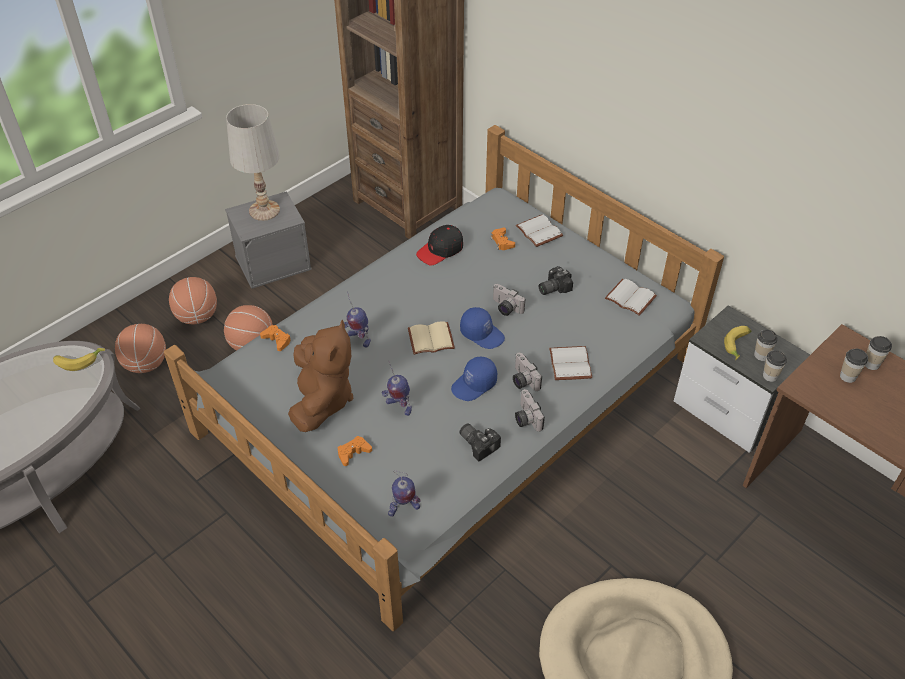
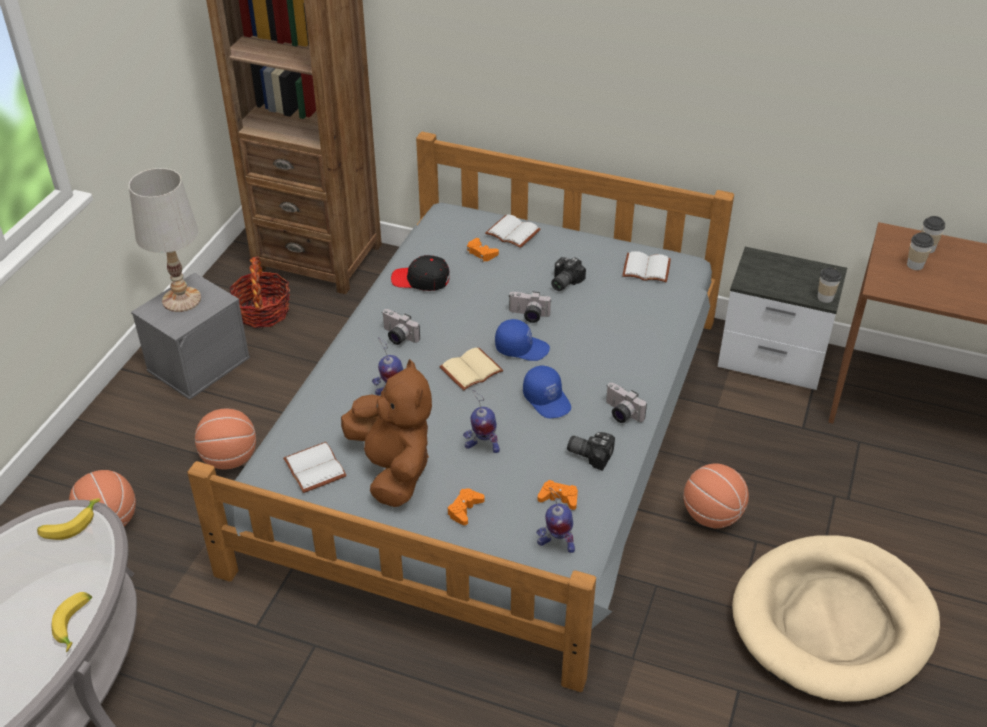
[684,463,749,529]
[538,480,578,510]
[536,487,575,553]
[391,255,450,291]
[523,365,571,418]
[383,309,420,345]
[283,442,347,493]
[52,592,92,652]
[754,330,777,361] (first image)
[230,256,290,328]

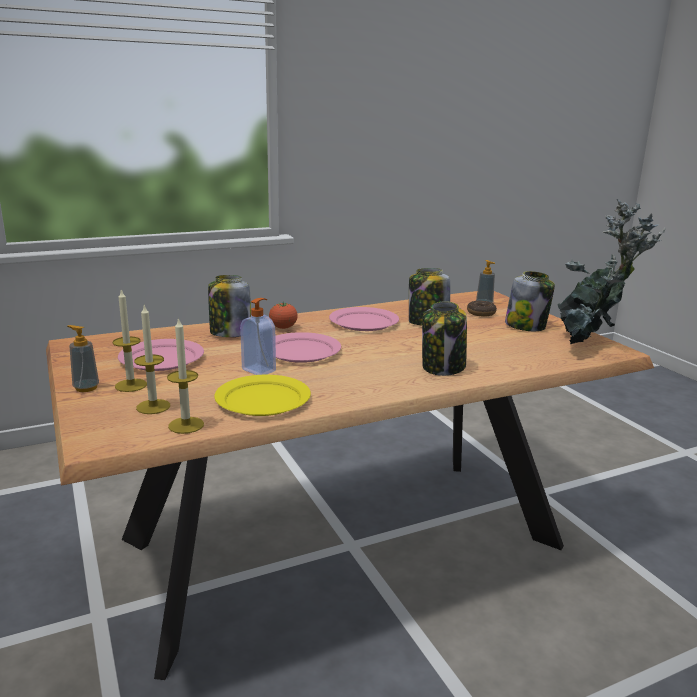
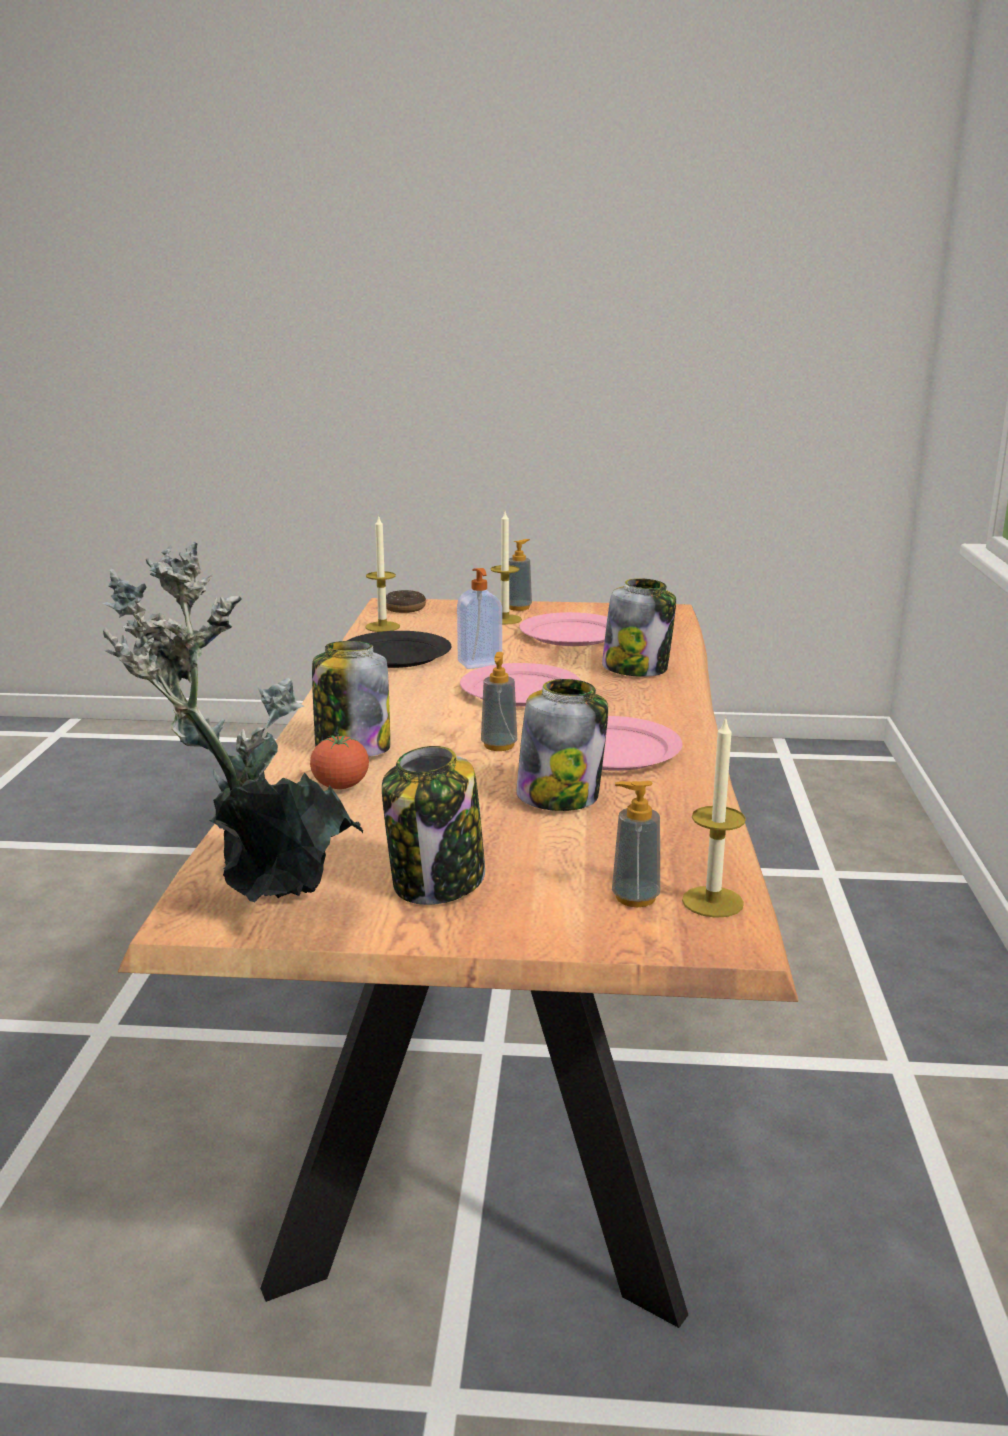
[682,716,746,918]
[347,631,451,668]
[310,734,369,789]
[386,590,426,613]
[481,652,517,751]

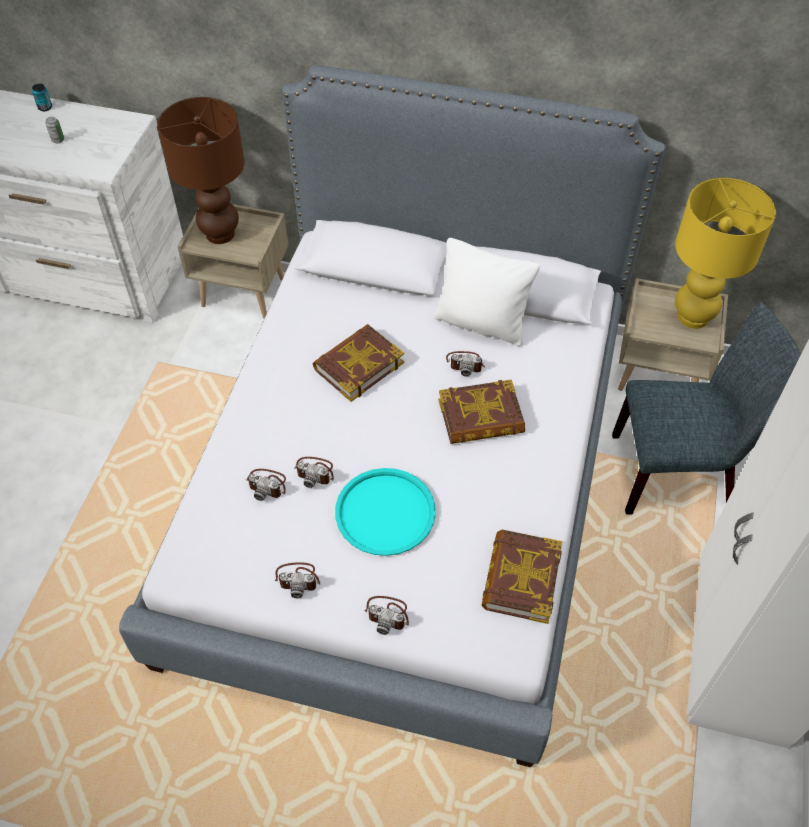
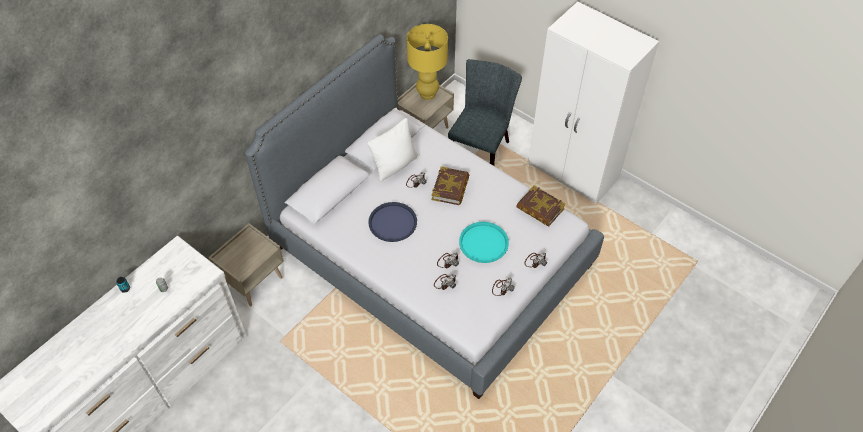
[157,97,245,244] (first image)
[368,202,417,242]

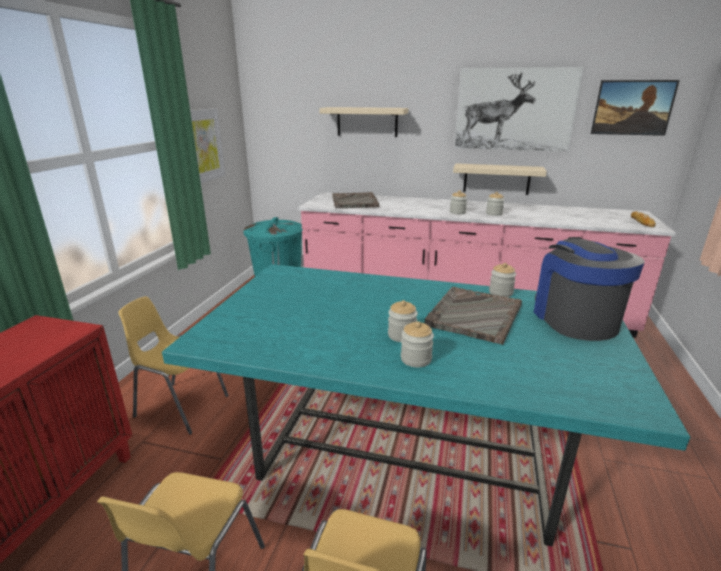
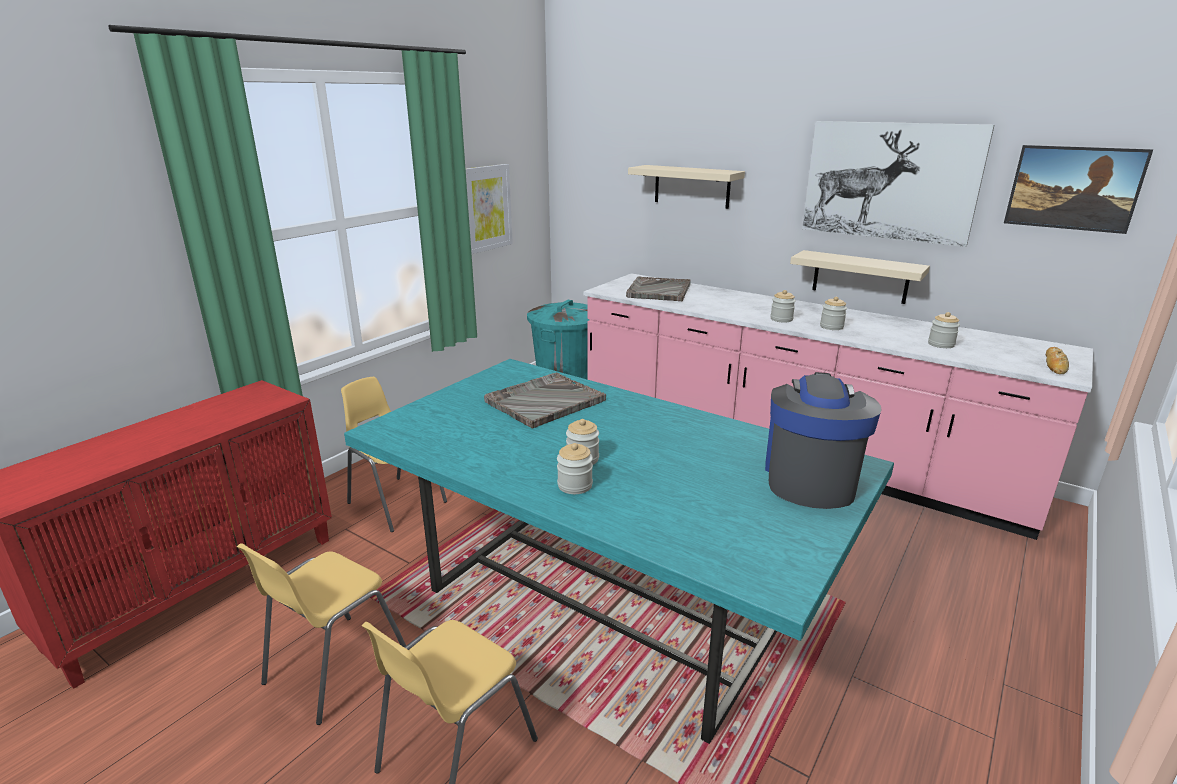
[484,373,606,429]
[928,312,960,348]

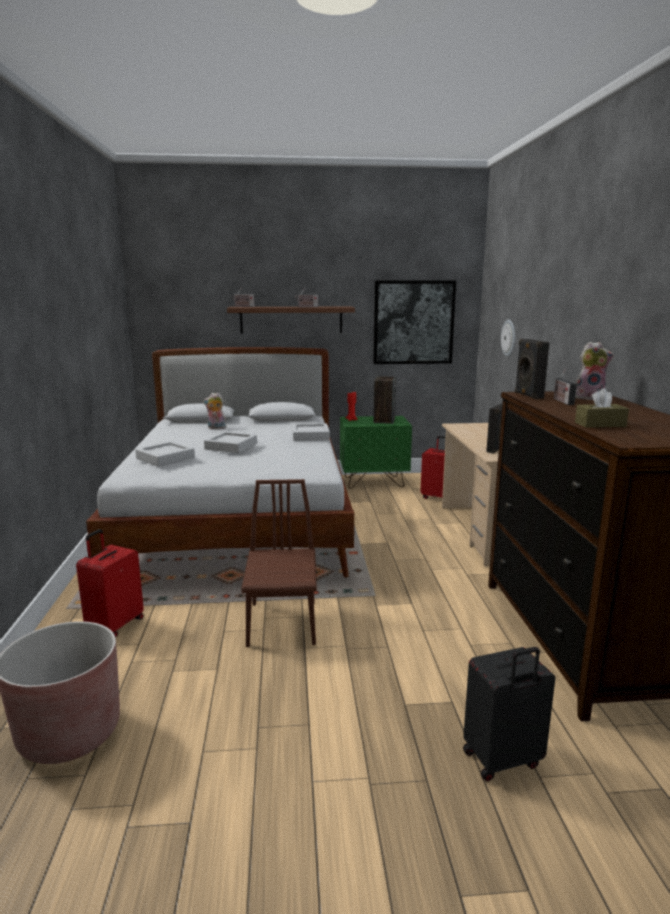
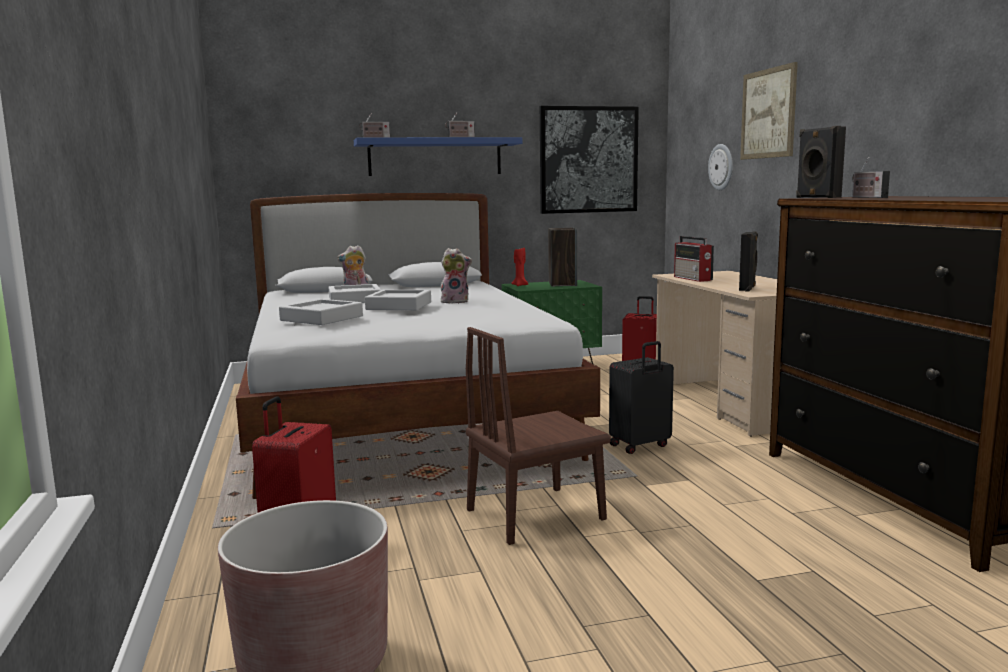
[354,137,522,176]
[466,327,611,545]
[328,284,381,303]
[609,341,674,454]
[441,248,472,303]
[575,388,629,428] (first image)
[674,236,714,282]
[740,62,798,160]

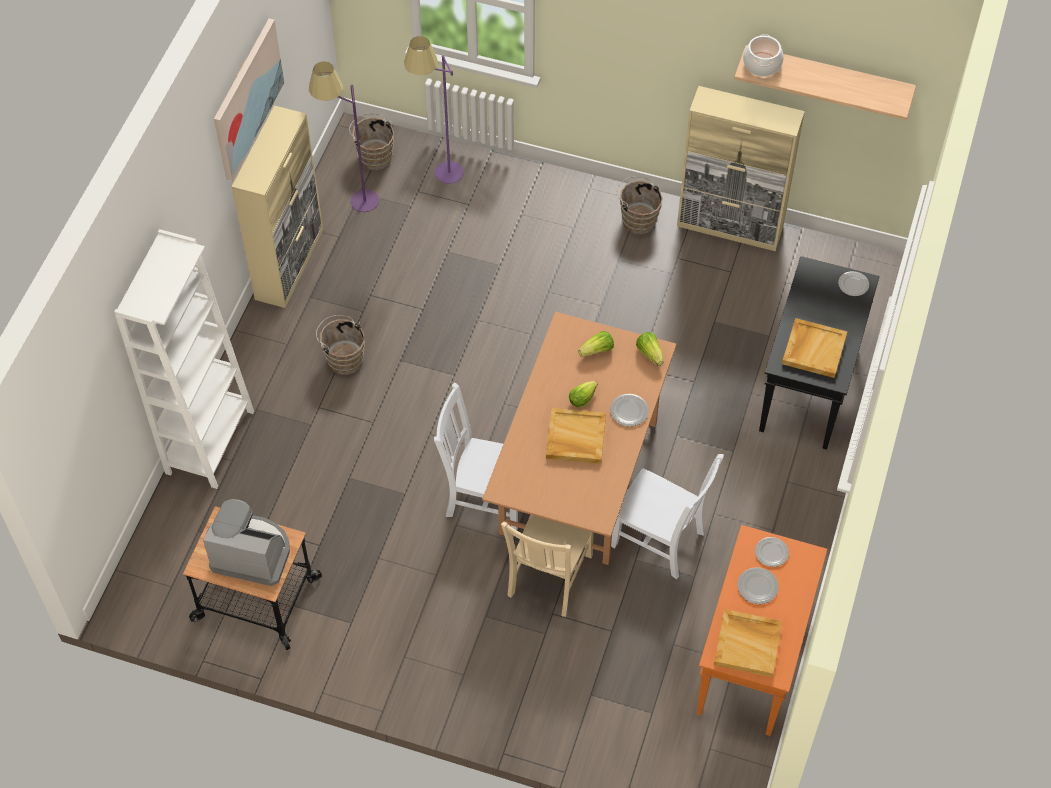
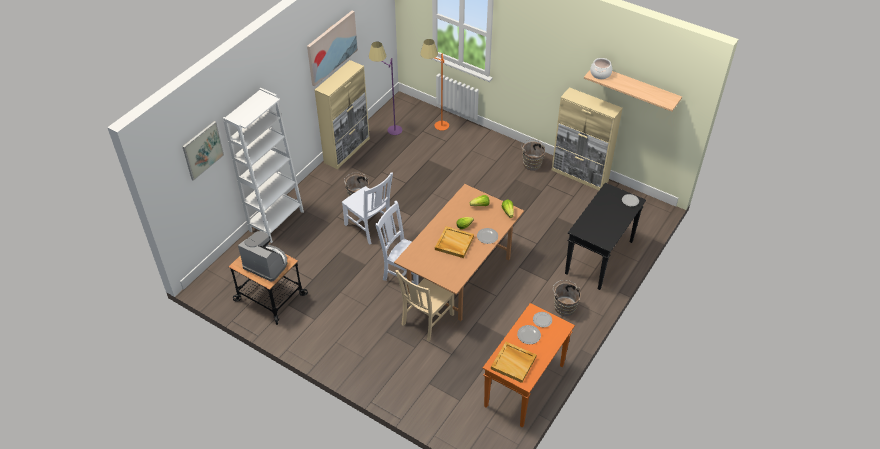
[553,280,581,316]
[420,39,449,131]
[342,172,393,245]
[782,318,847,378] (first image)
[182,121,224,181]

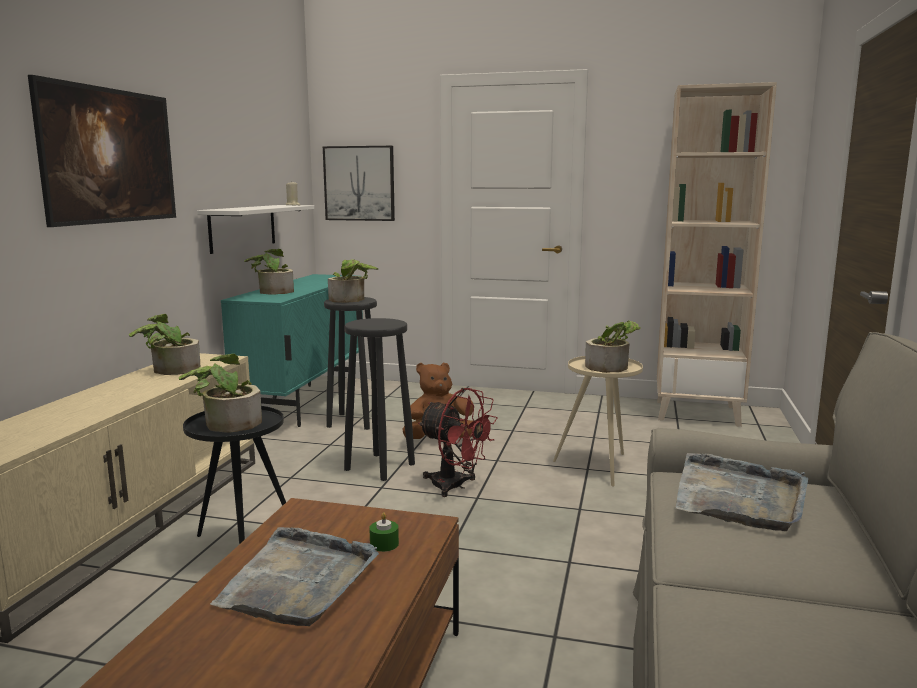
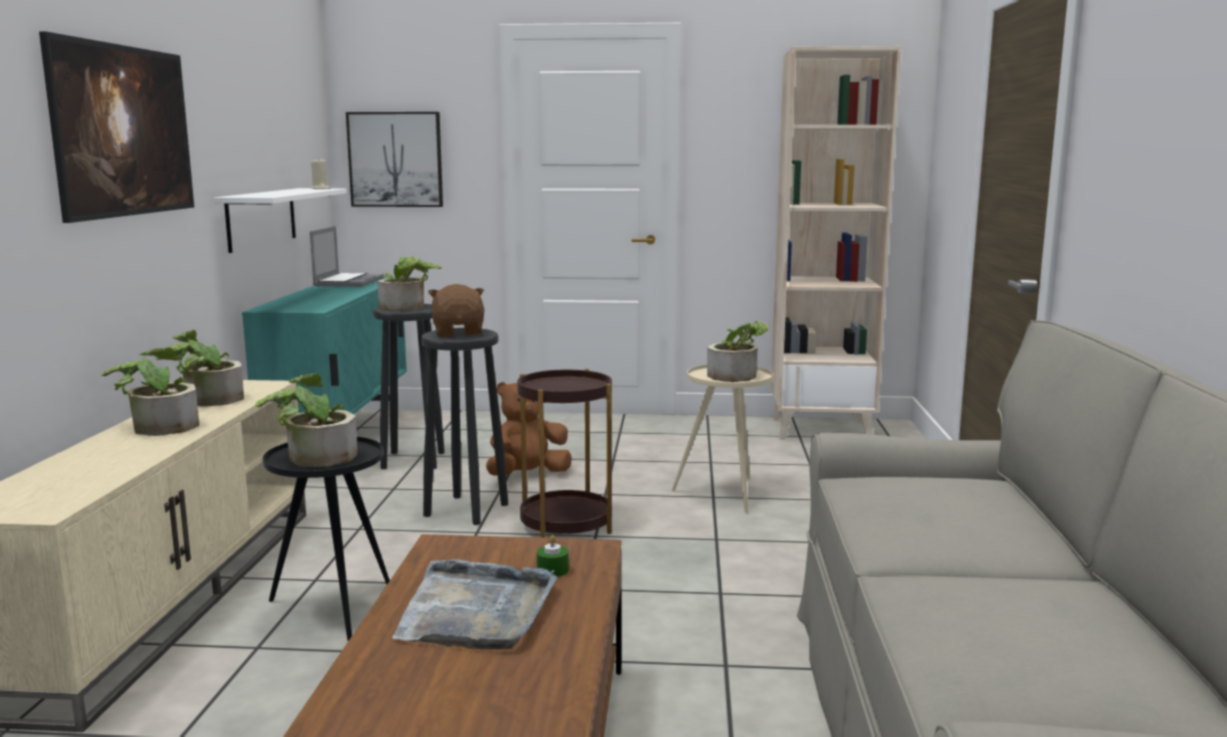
[101,347,199,436]
[517,369,612,538]
[676,453,808,531] (first image)
[310,226,384,287]
[428,284,484,337]

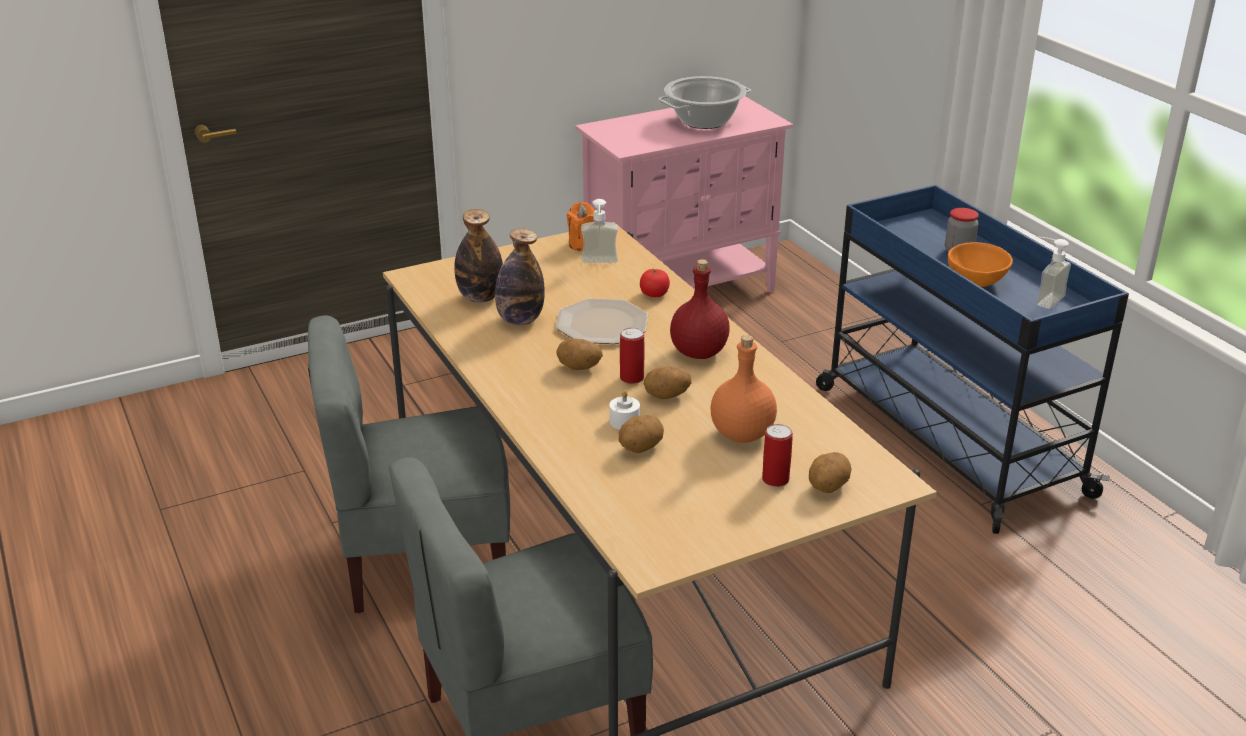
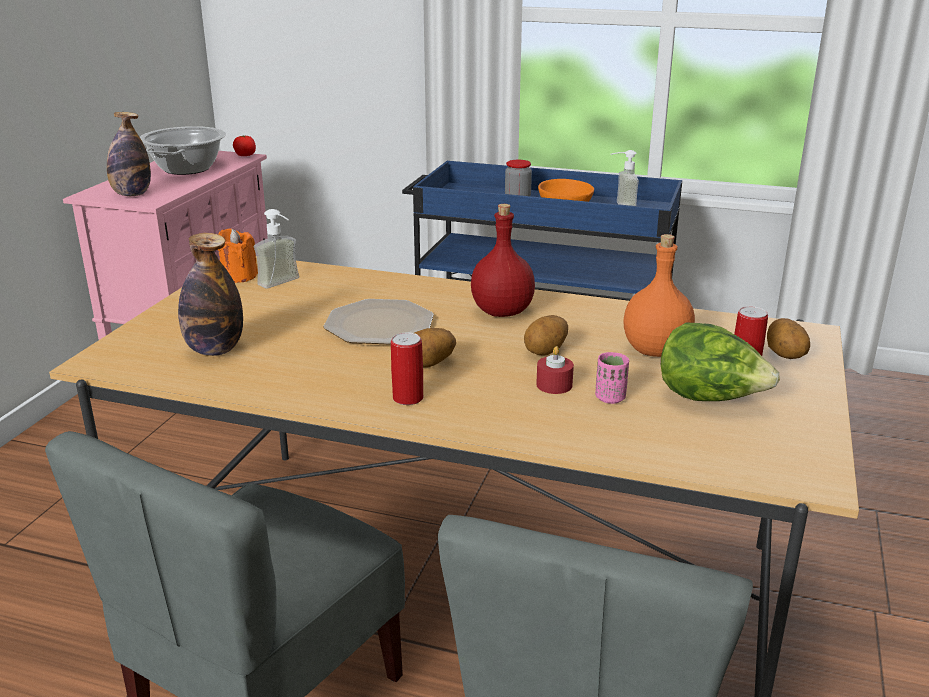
[107,112,151,196]
[536,346,574,394]
[595,352,629,404]
[391,332,423,405]
[233,135,256,156]
[661,323,780,401]

